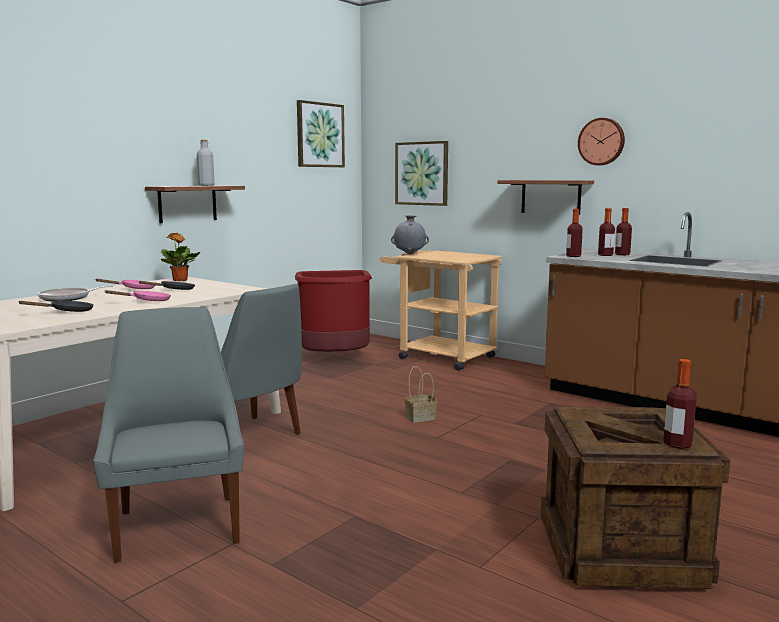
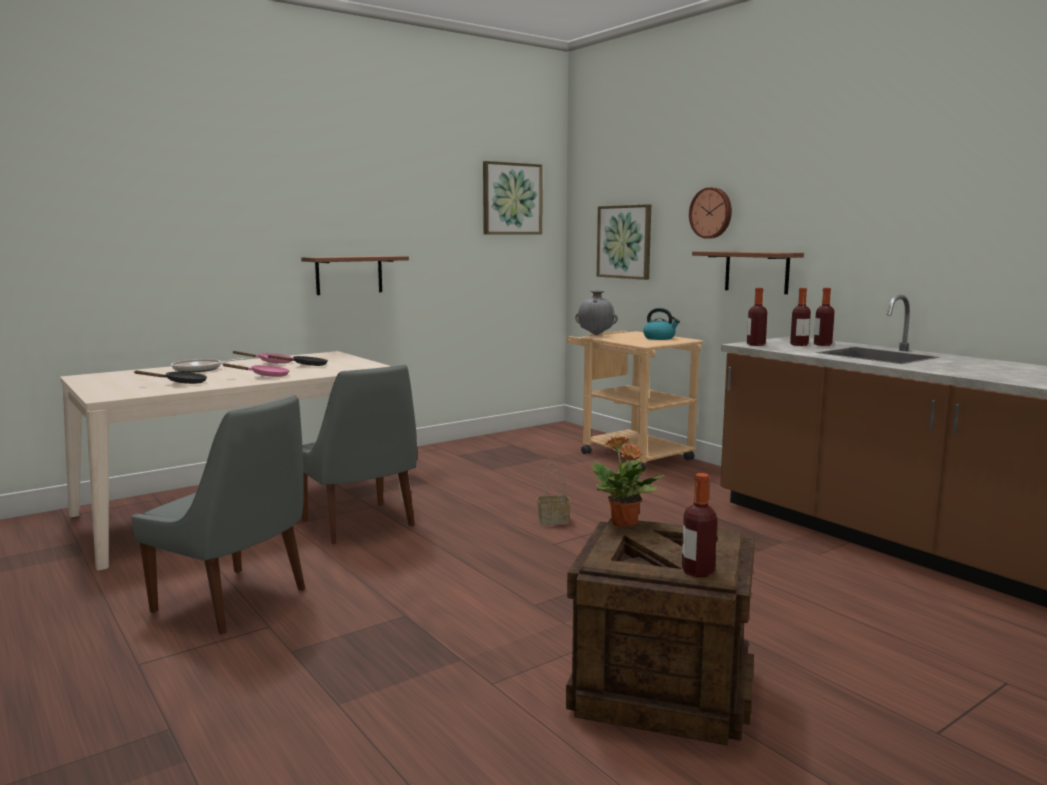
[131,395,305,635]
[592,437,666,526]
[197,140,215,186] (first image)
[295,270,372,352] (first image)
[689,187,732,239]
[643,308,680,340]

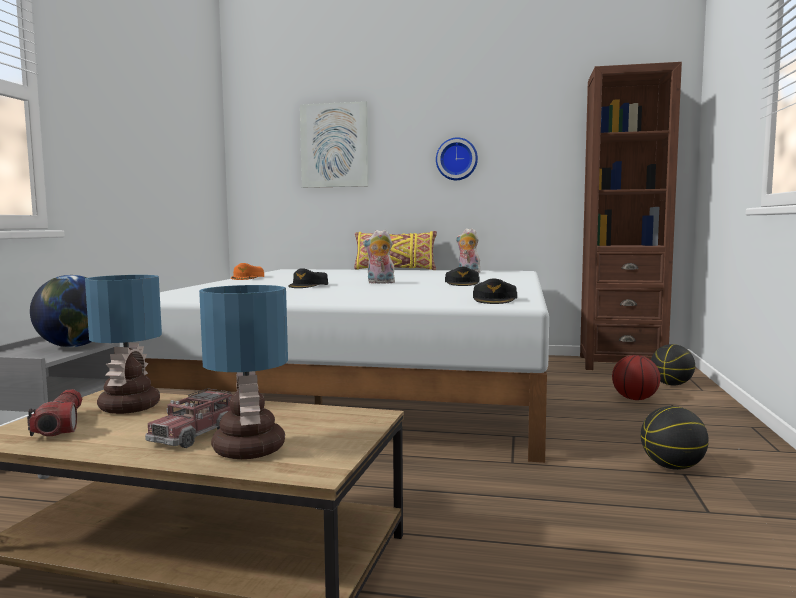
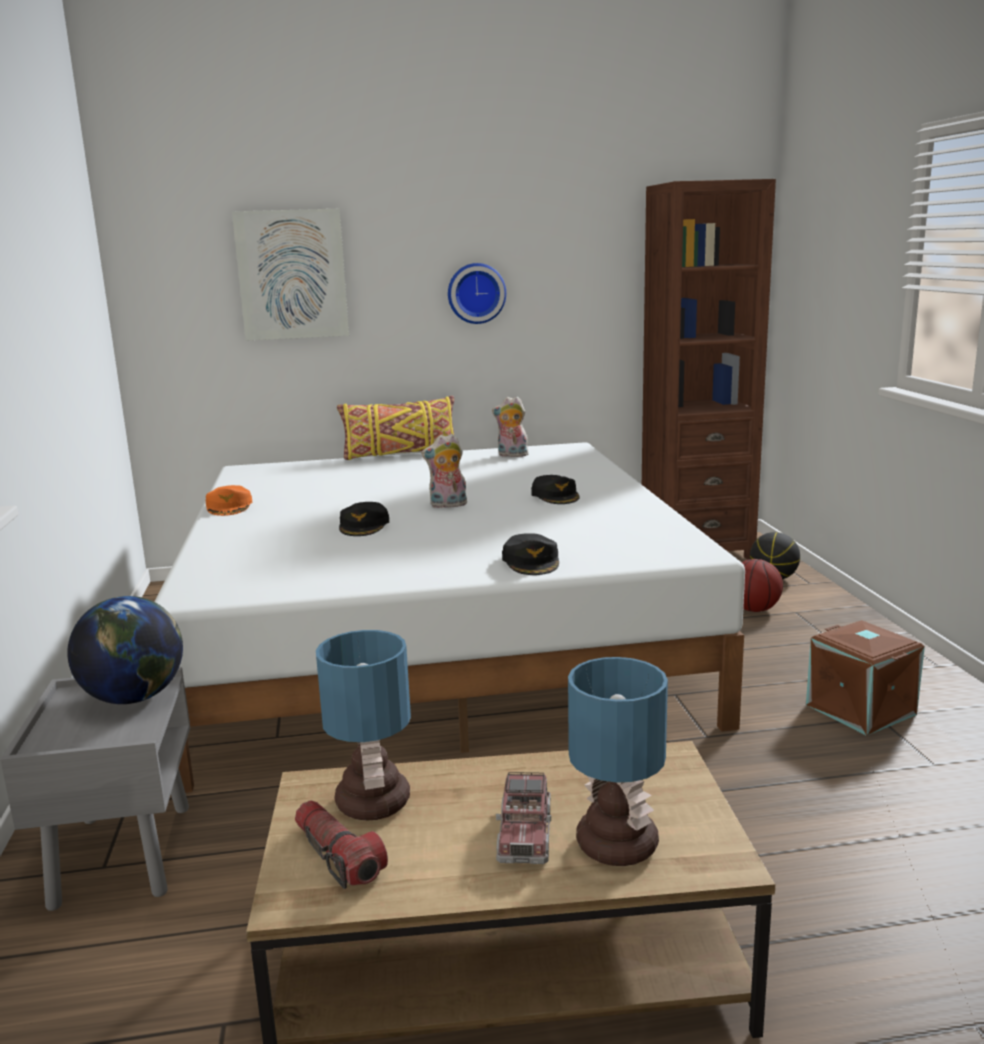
[502,533,559,575]
[806,620,925,736]

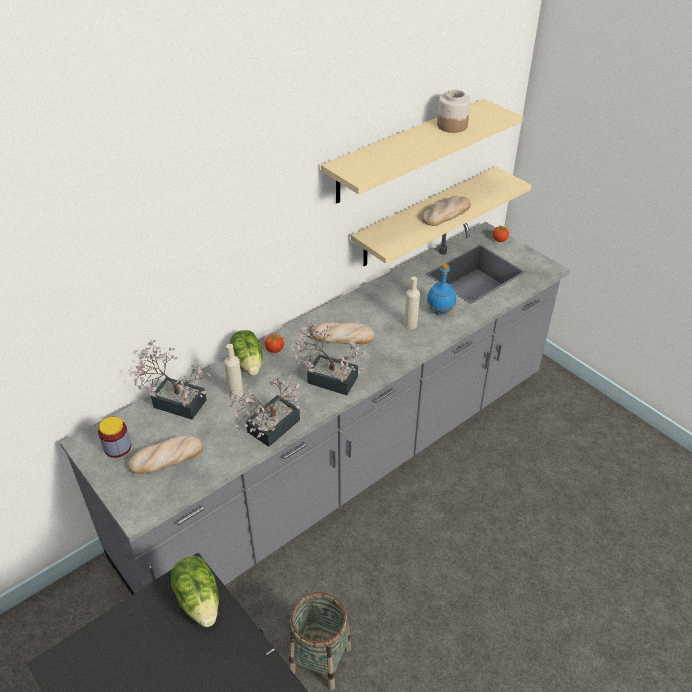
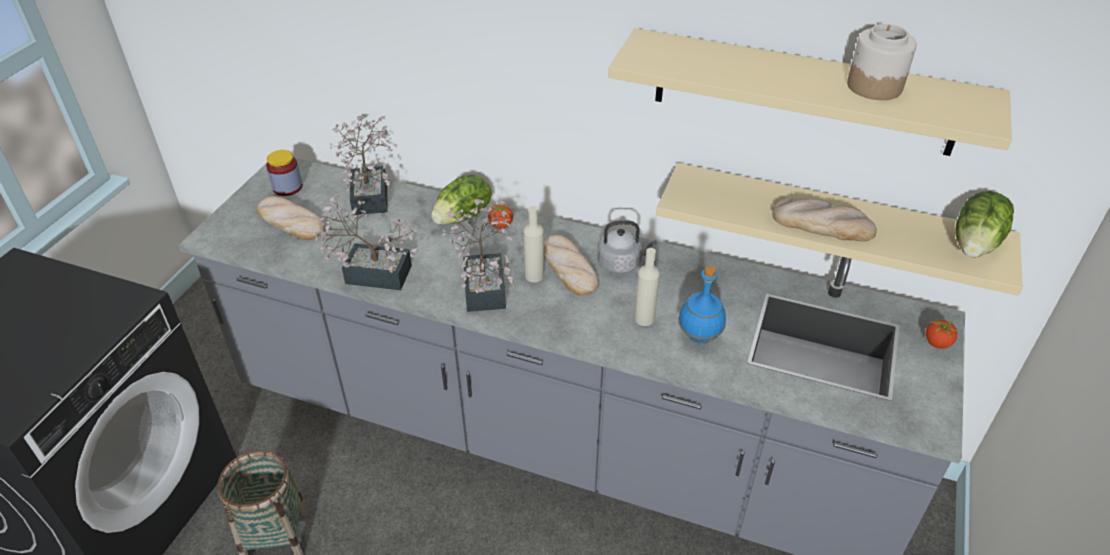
[955,191,1014,257]
[523,206,544,282]
[597,221,657,273]

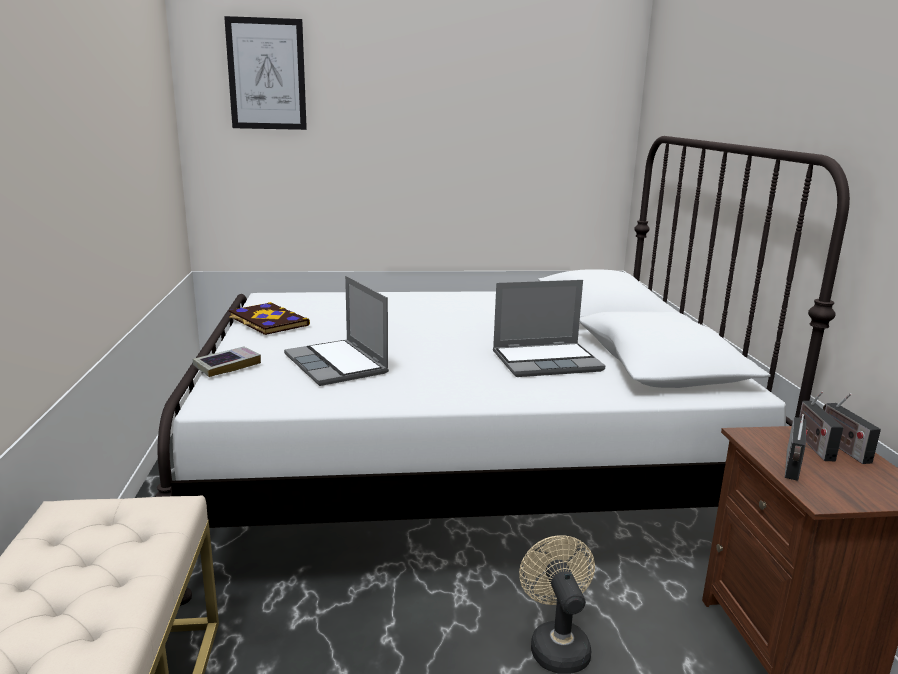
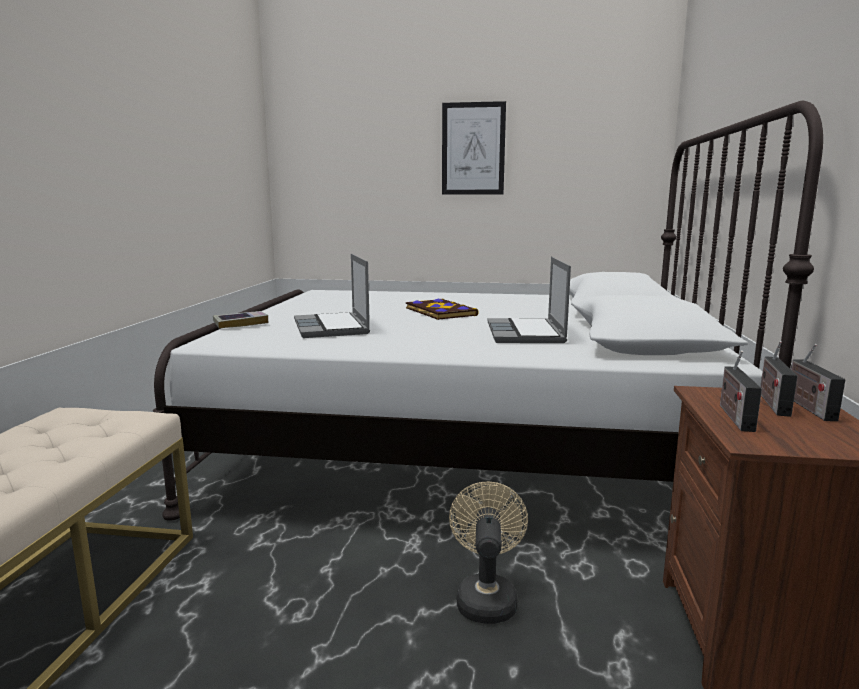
[442,101,506,195]
[406,298,479,320]
[487,257,571,343]
[720,350,762,432]

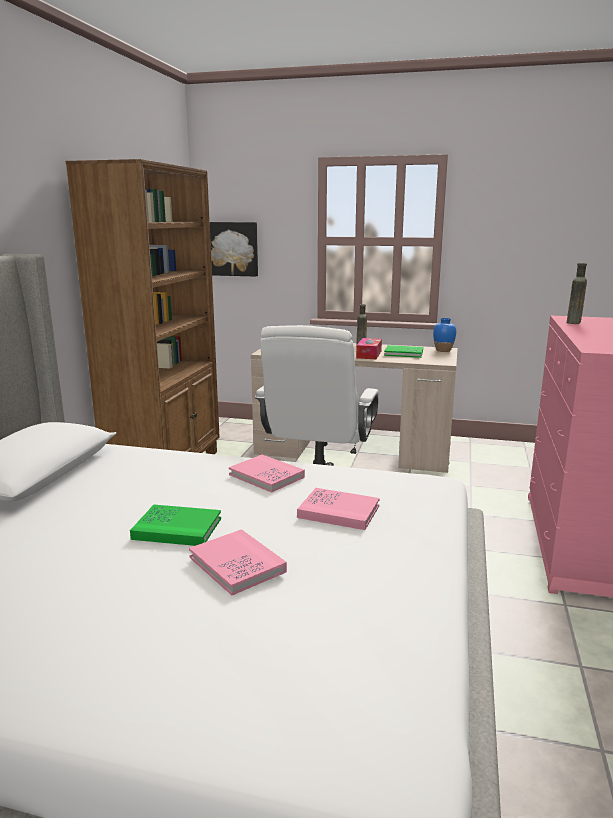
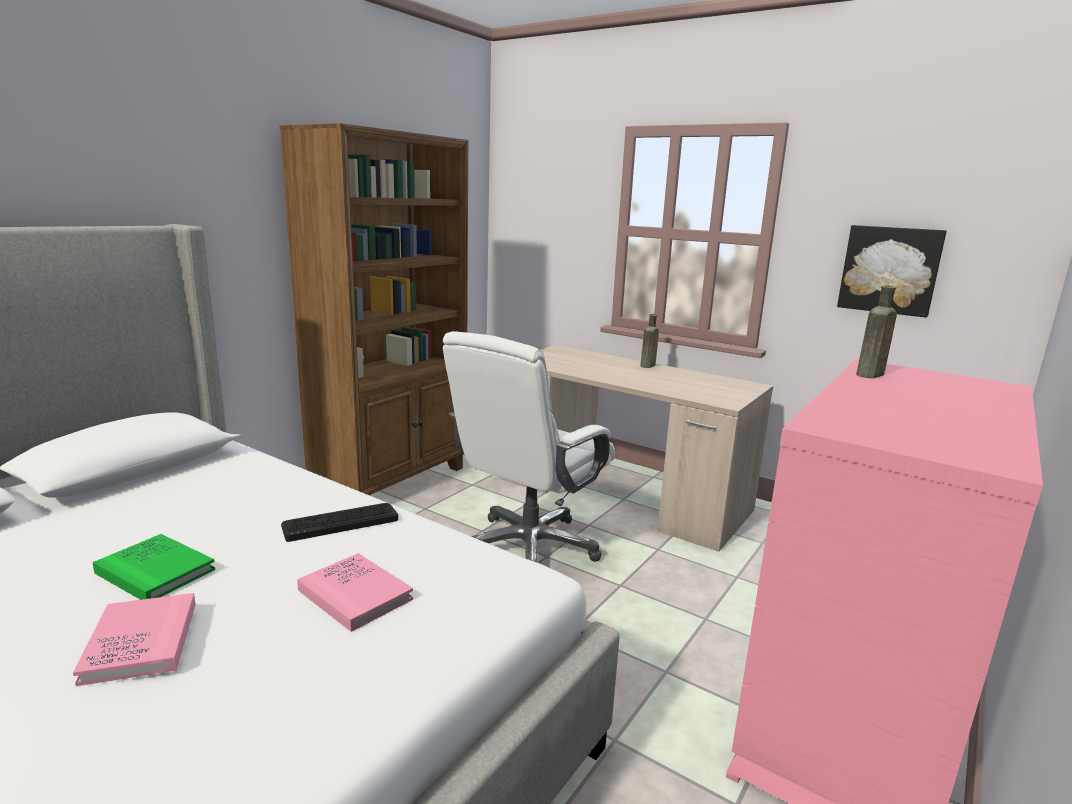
[837,225,947,318]
[281,503,398,542]
[356,338,382,359] (first image)
[384,345,423,358] (first image)
[433,318,456,352] (first image)

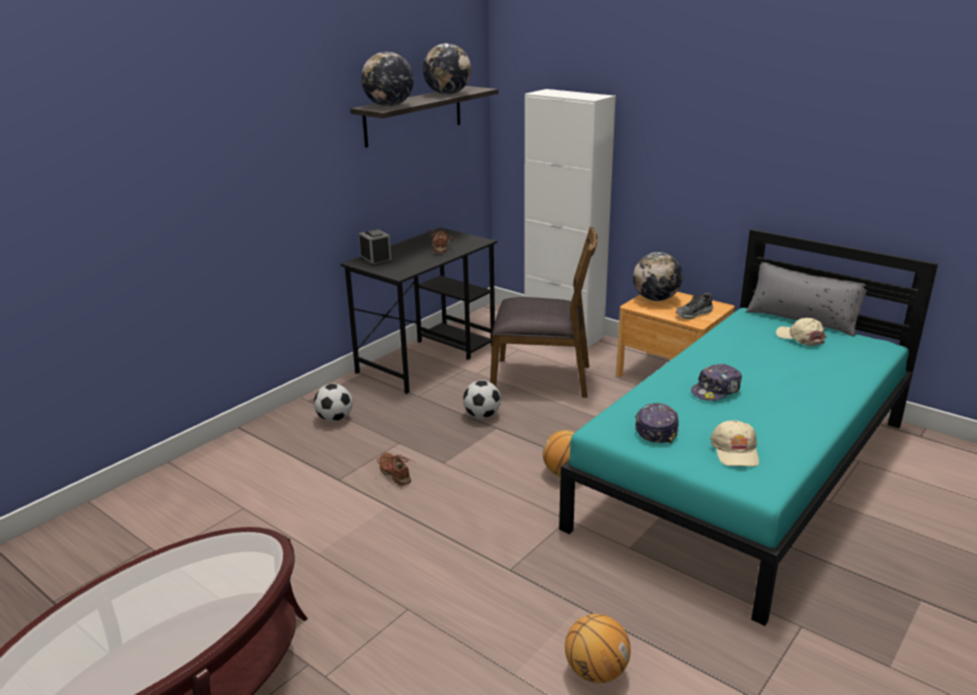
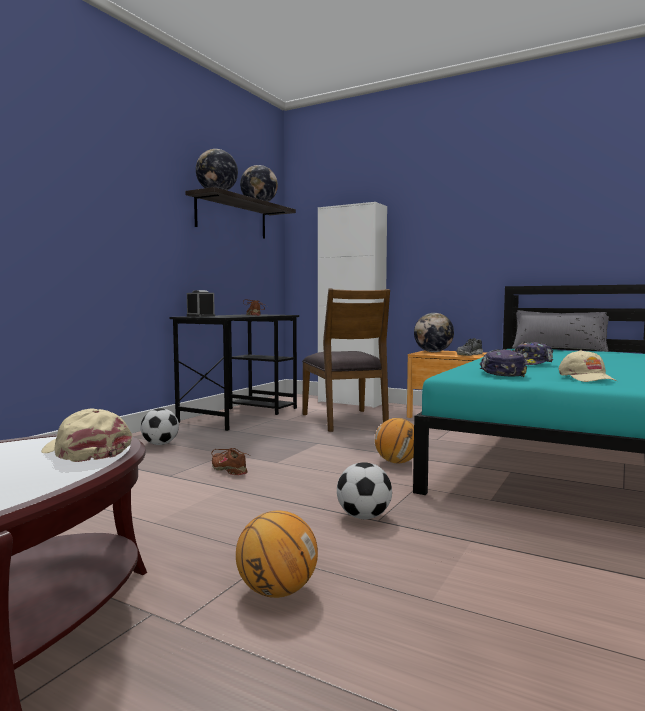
[337,462,392,519]
[302,289,390,432]
[236,510,318,598]
[41,408,132,462]

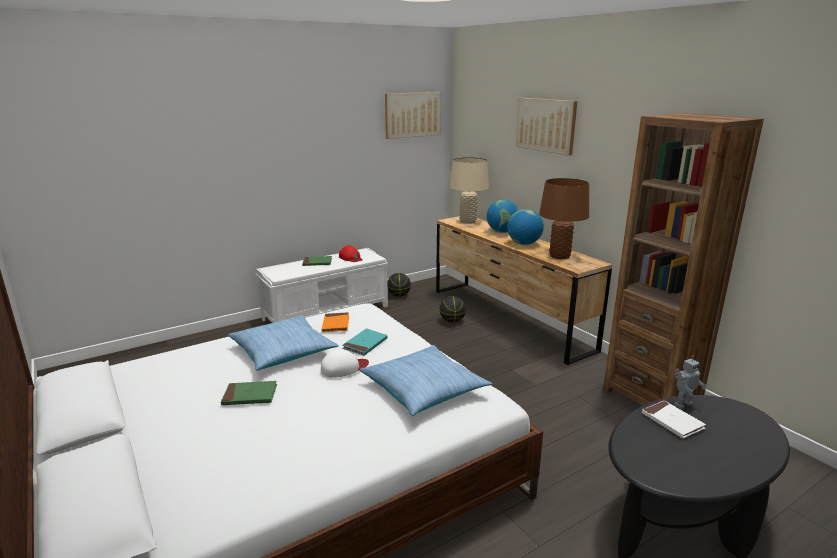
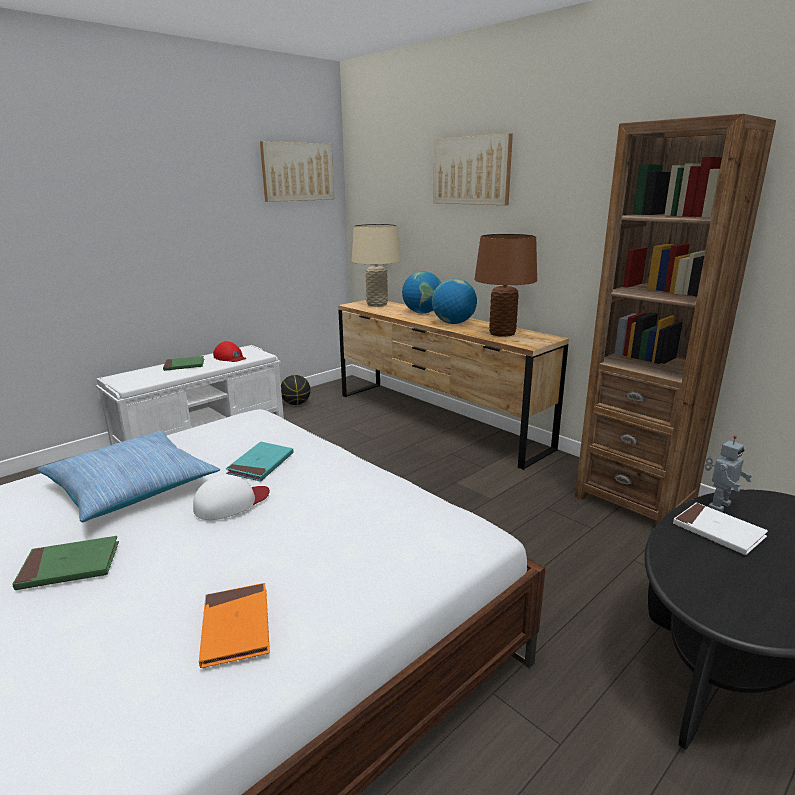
[199,583,270,668]
[360,345,492,416] (first image)
[440,296,466,323] (first image)

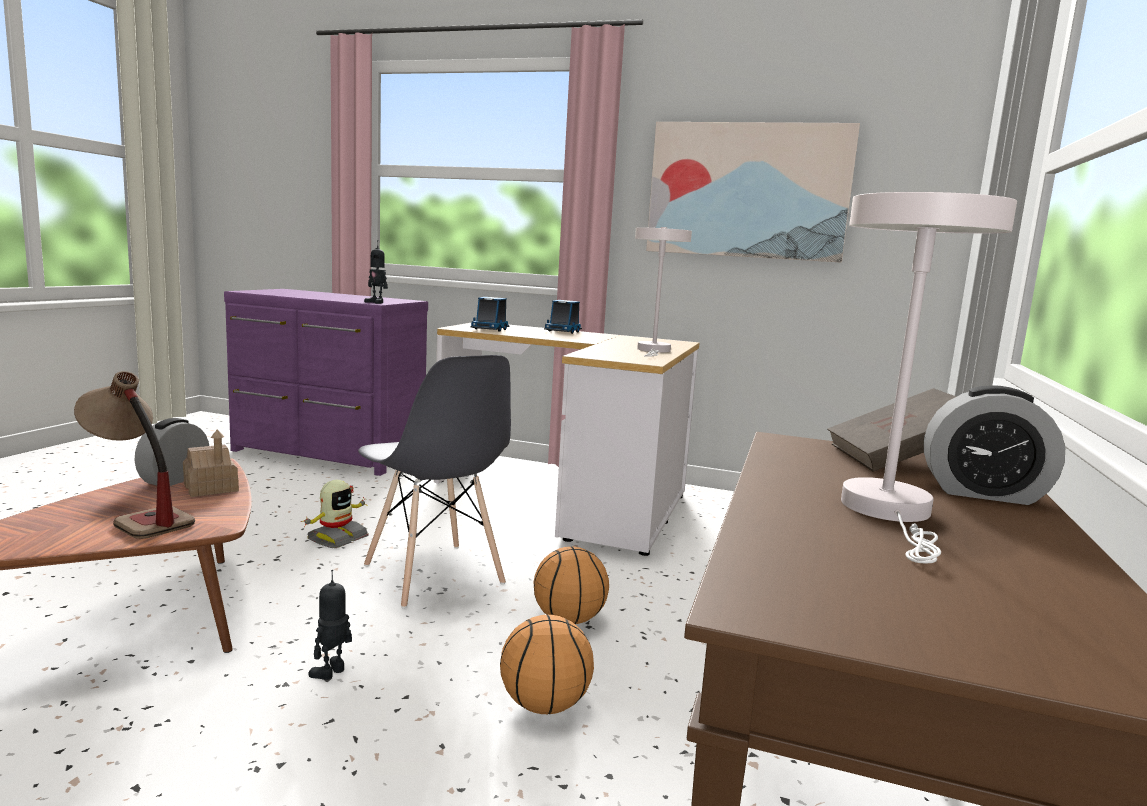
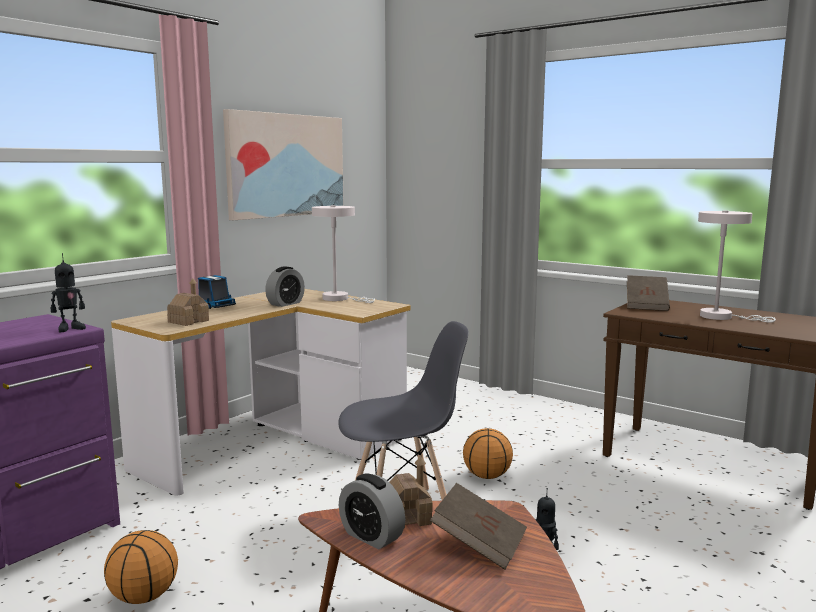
[429,483,527,570]
[301,480,369,548] (first image)
[167,278,209,326]
[104,530,178,604]
[265,266,305,307]

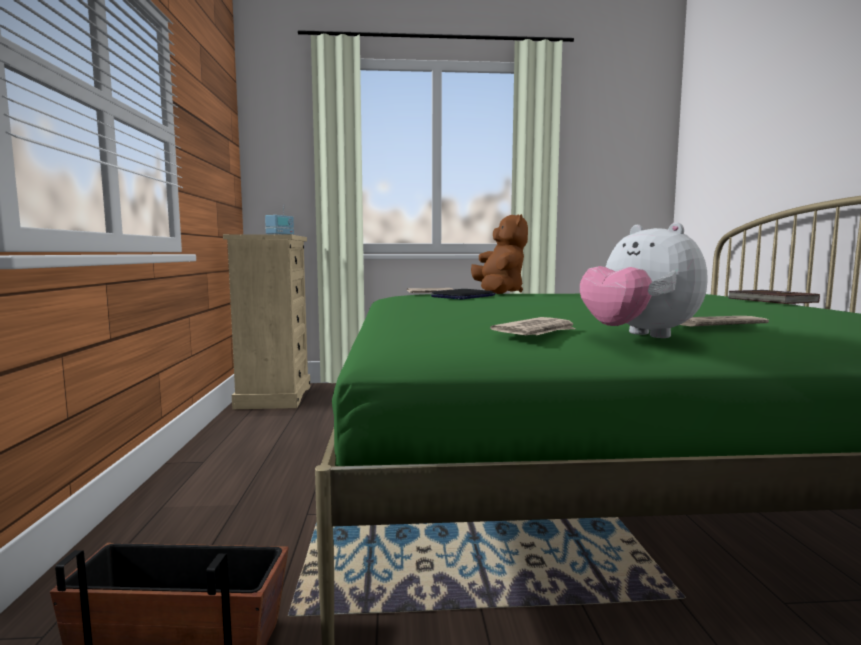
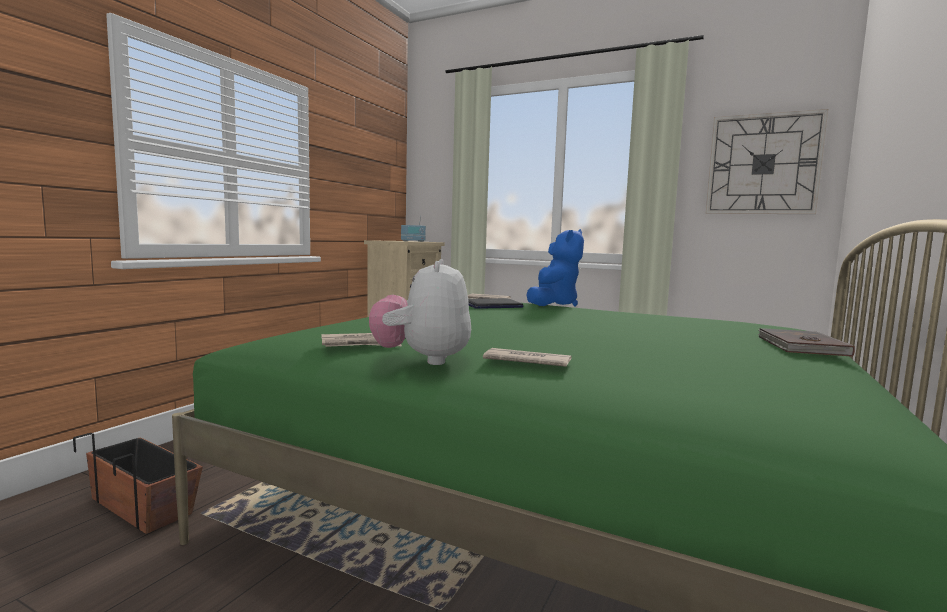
[527,229,584,306]
[706,109,828,214]

